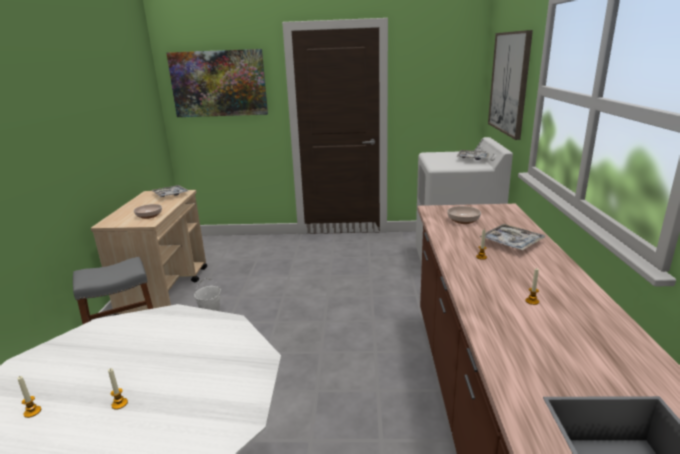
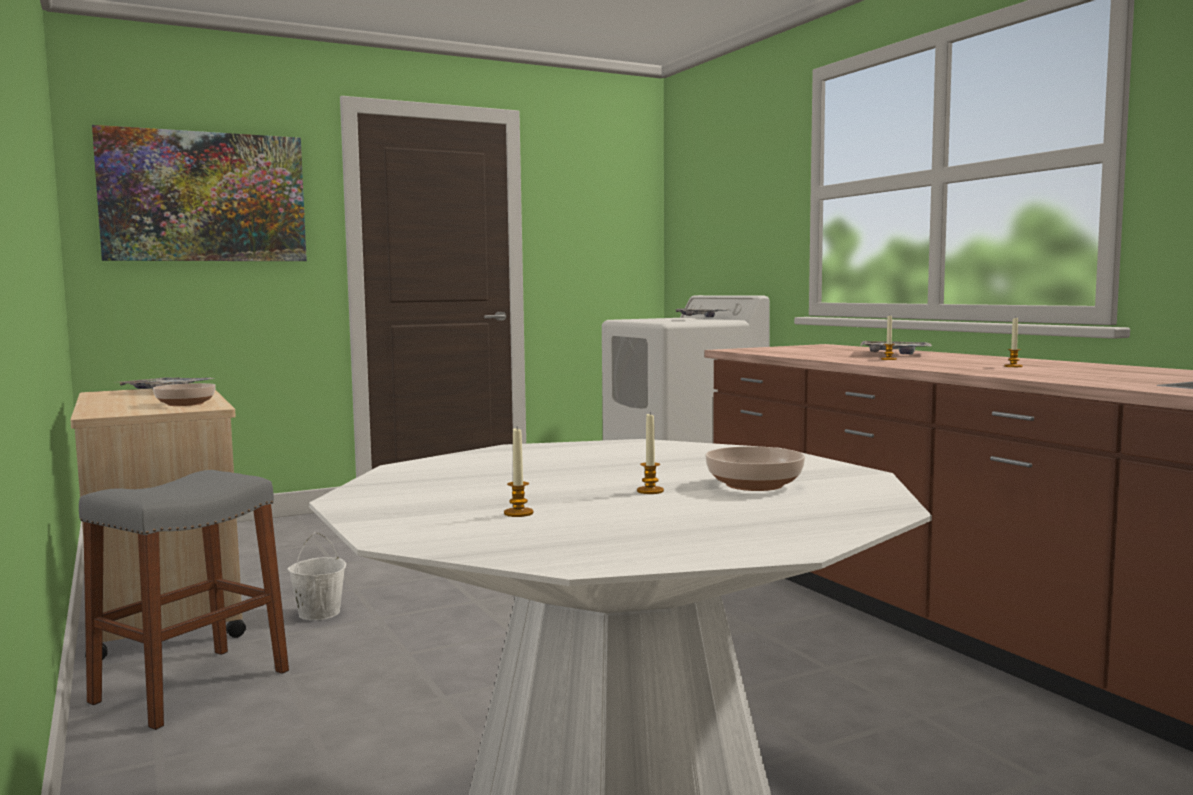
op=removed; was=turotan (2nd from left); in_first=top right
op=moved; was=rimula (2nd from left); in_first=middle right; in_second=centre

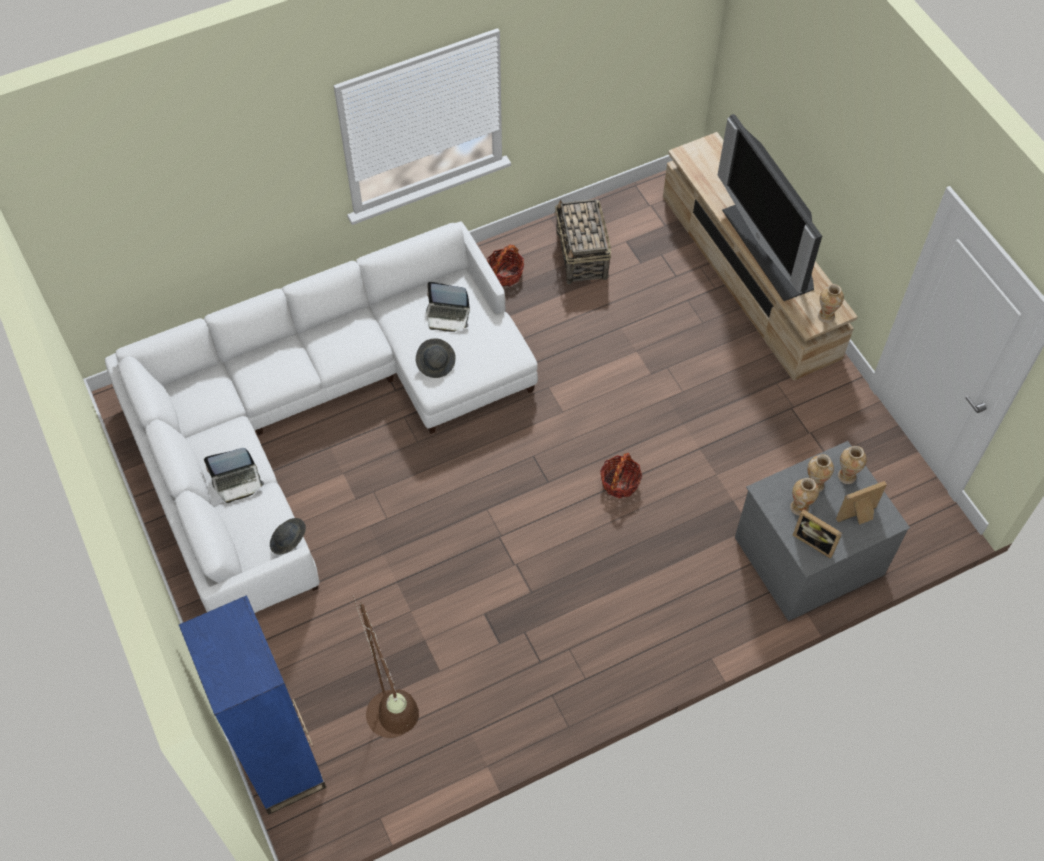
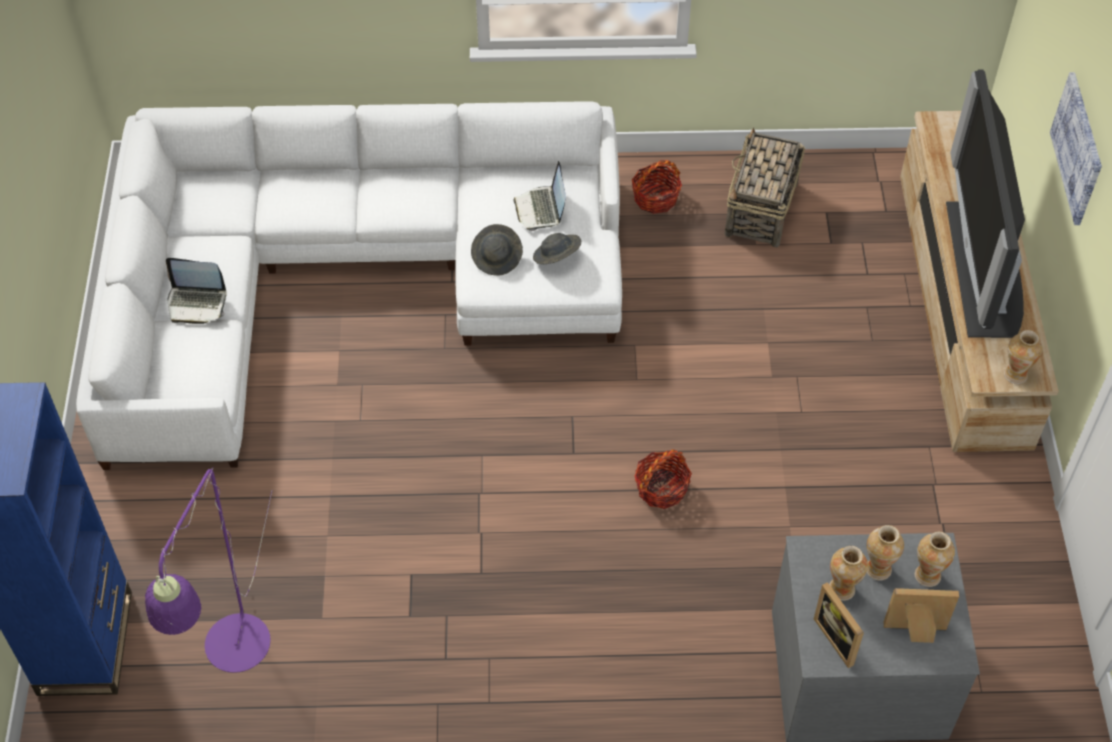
op=turned; was=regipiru (2nd from left); in_first=centre; in_second=top centre; clockwise=45
op=moved; was=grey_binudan (1st from left in the first image); now=grey_binudan (2nd from left); in_first=middle left; in_second=centre
op=recoloured; was=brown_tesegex; now=purple_tesegex; in_first=bottom centre; in_second=bottom left
op=added; now=turotan; in_second=top right

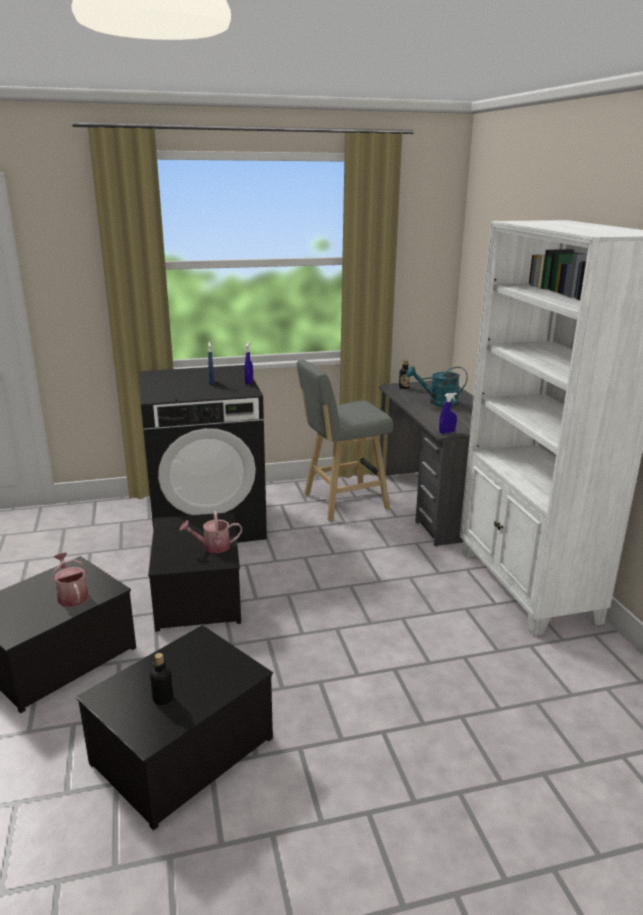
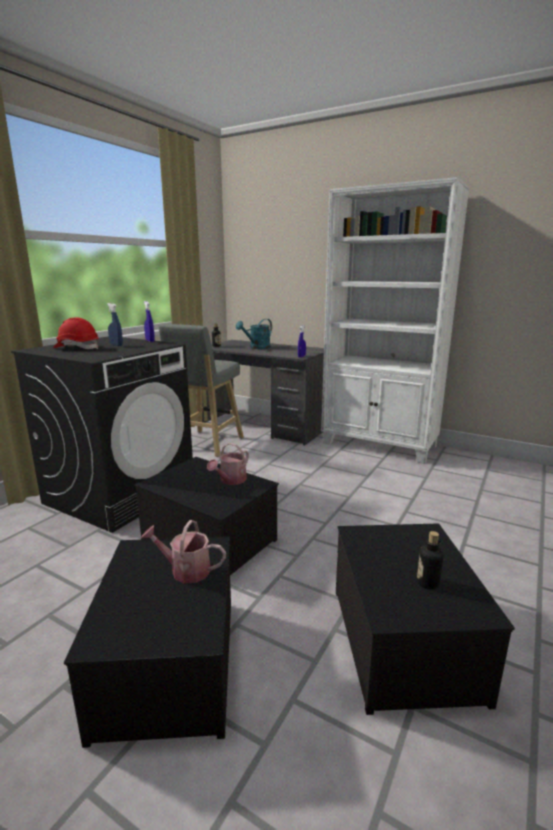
op=added; now=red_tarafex; in_second=middle left

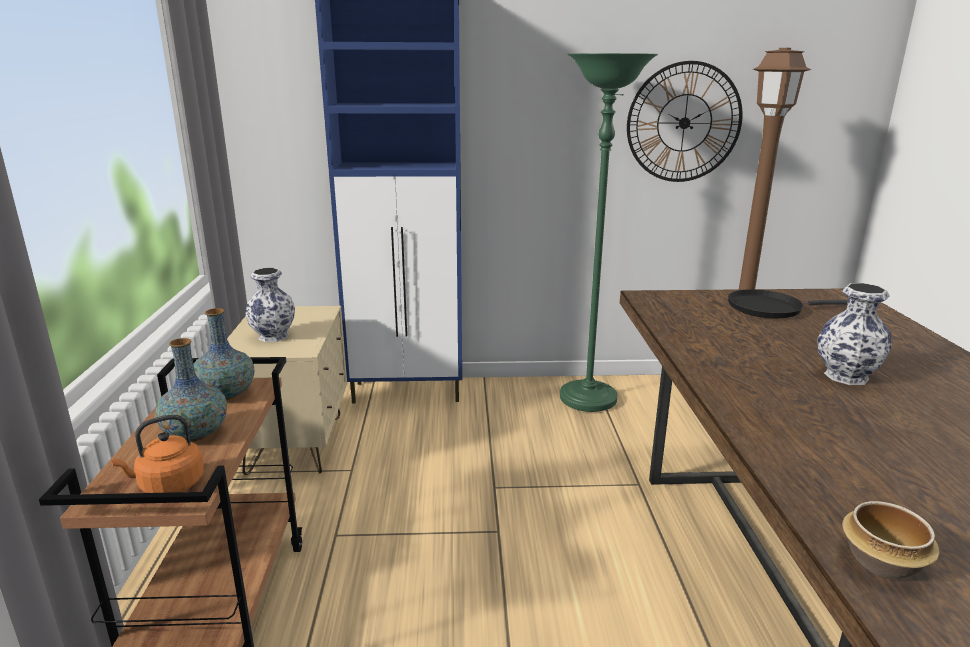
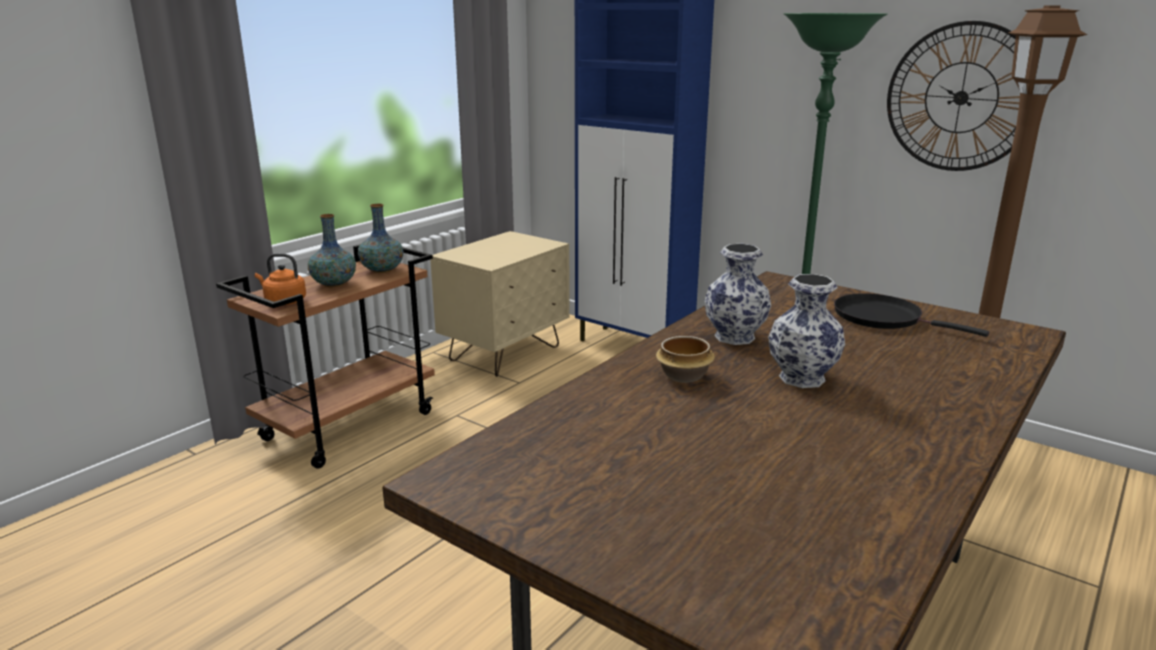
op=moved; was=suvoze (3rd from left); in_first=middle left; in_second=centre
op=moved; was=rimula; in_first=bottom right; in_second=centre

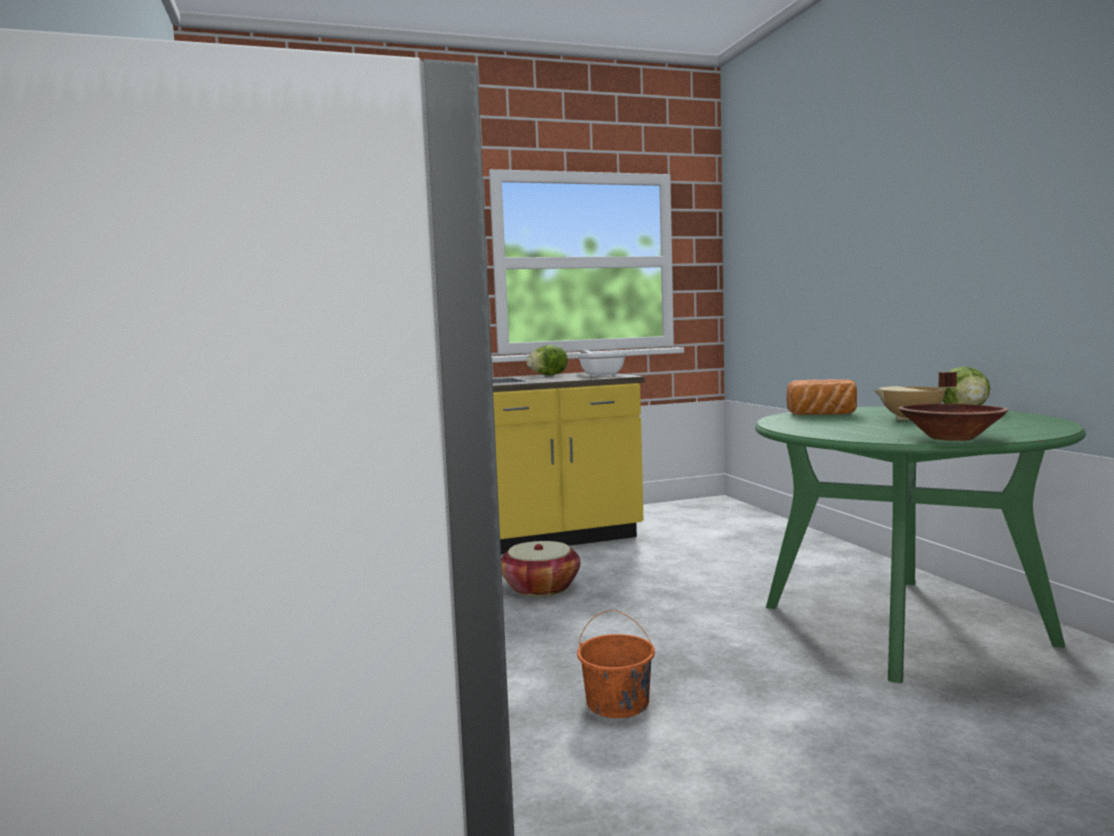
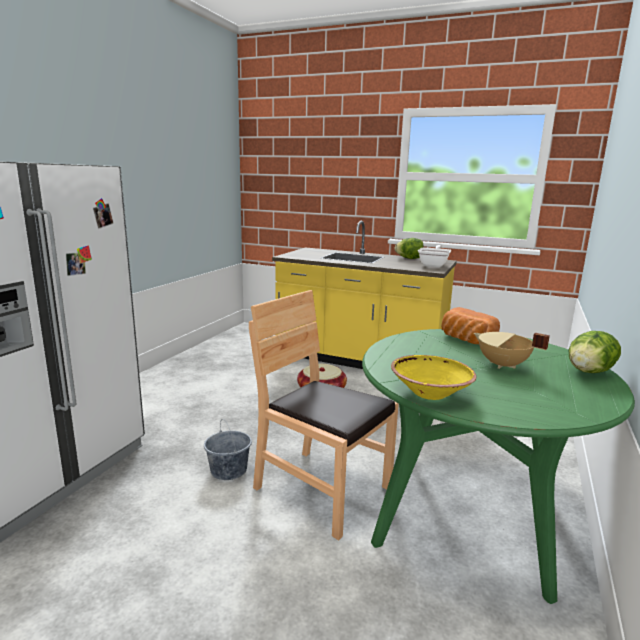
op=recoloured; was=brown_rimula; now=yellow_rimula; in_first=middle right; in_second=middle right
op=recoloured; was=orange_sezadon; now=grey_sezadon; in_first=bottom centre; in_second=bottom centre
op=added; now=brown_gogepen; in_second=centre

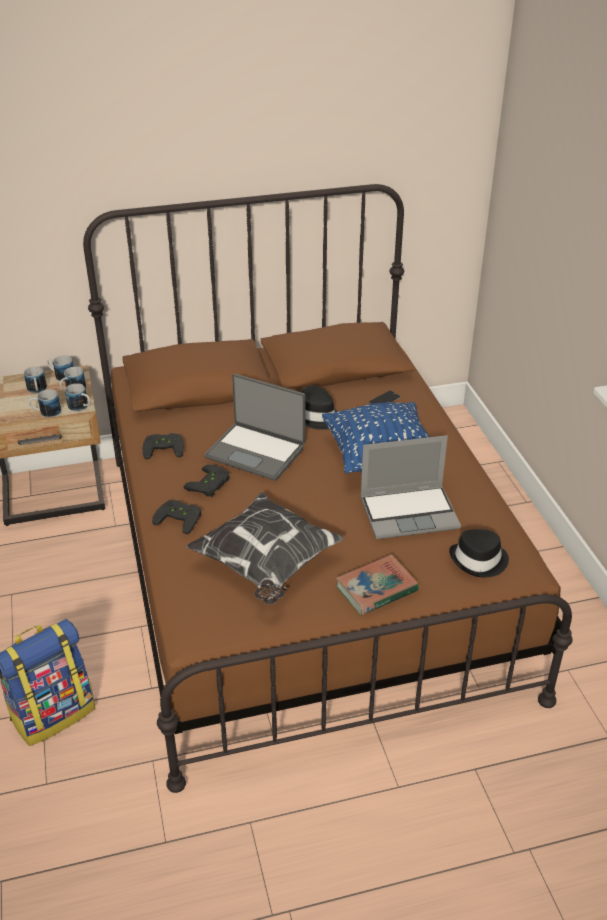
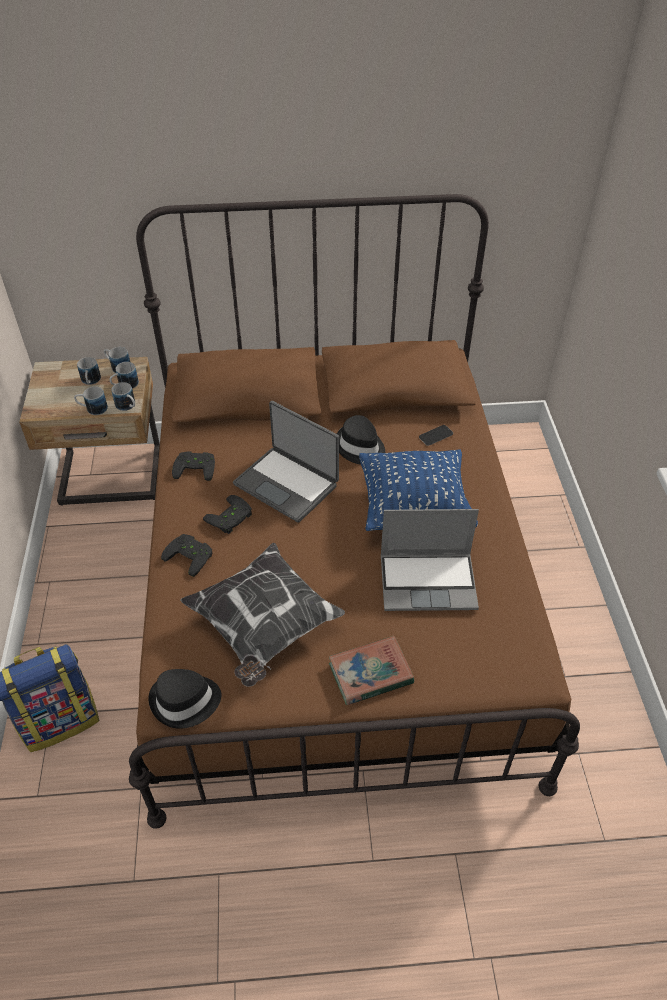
op=moved; was=black_binudan (2nd from left in the first image); now=black_binudan (1st from left); in_first=middle right; in_second=bottom left

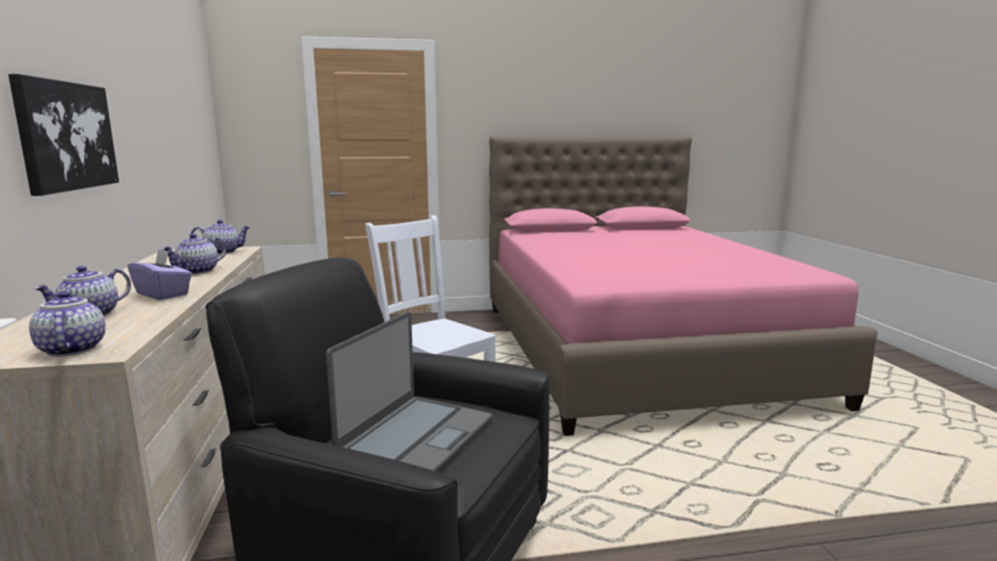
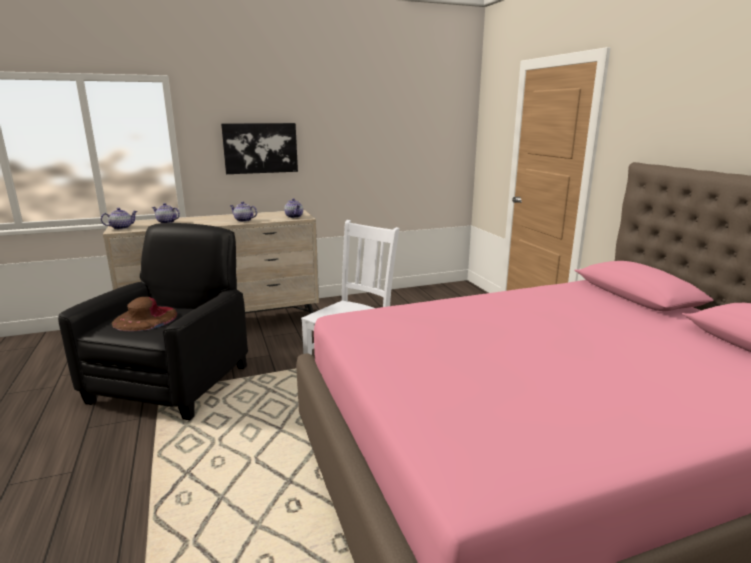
op=removed; was=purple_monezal; in_first=middle left
op=replaced; was=regipiru; now=brown_binudan; in_first=bottom centre; in_second=middle left

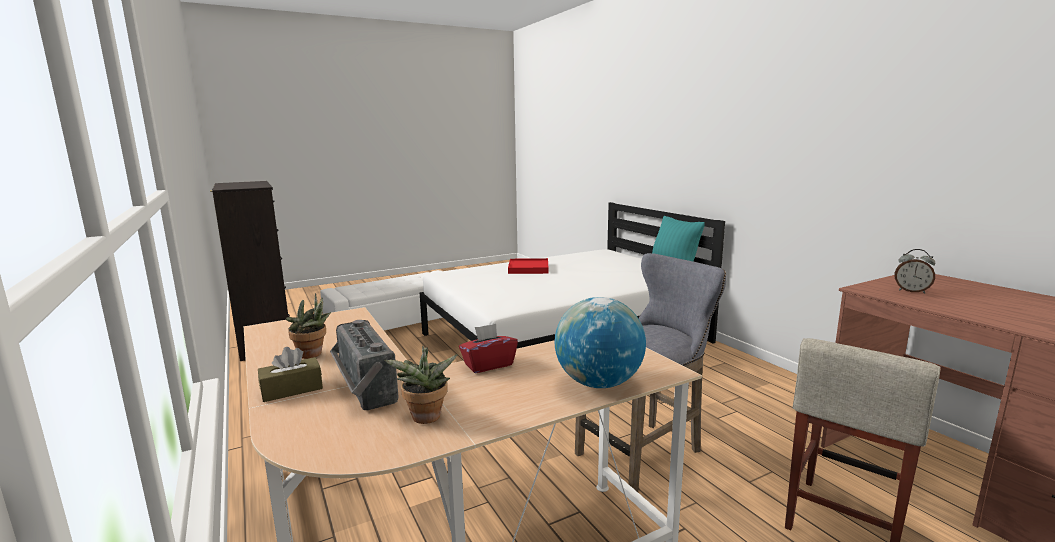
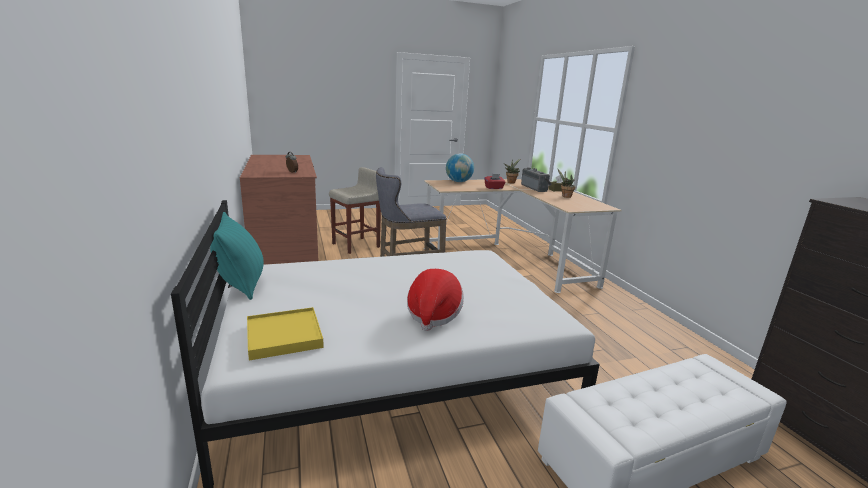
op=replaced; was=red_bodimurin; now=binudan; in_first=centre; in_second=centre
op=added; now=yellow_bodimurin; in_second=bottom left

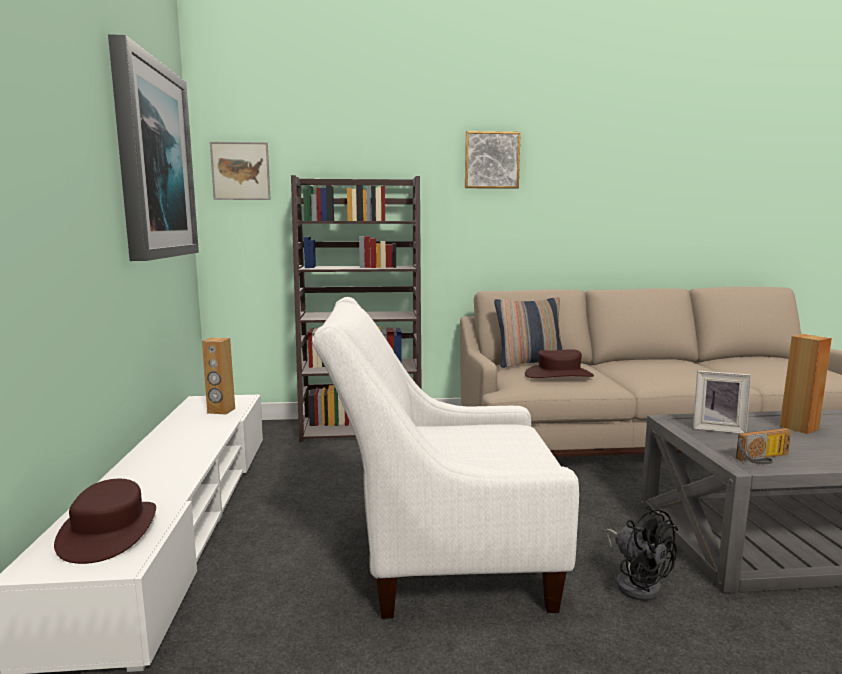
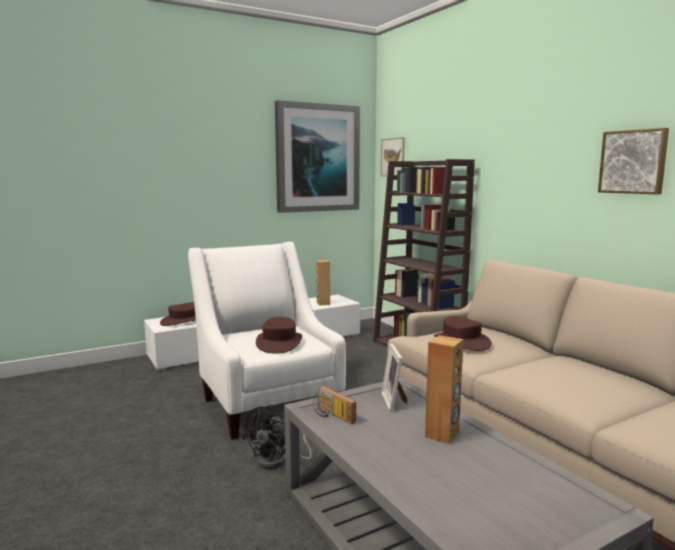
op=moved; was=turotan (3rd from left); in_first=top centre; in_second=top right
op=removed; was=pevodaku; in_first=centre
op=added; now=brown_binudan (2nd from left); in_second=centre

